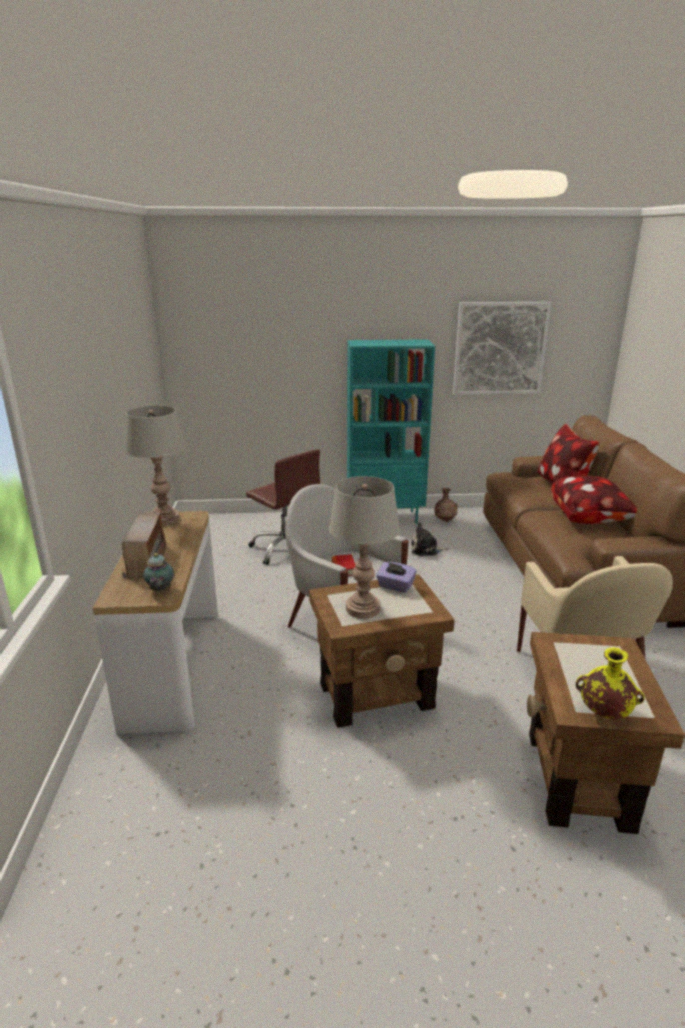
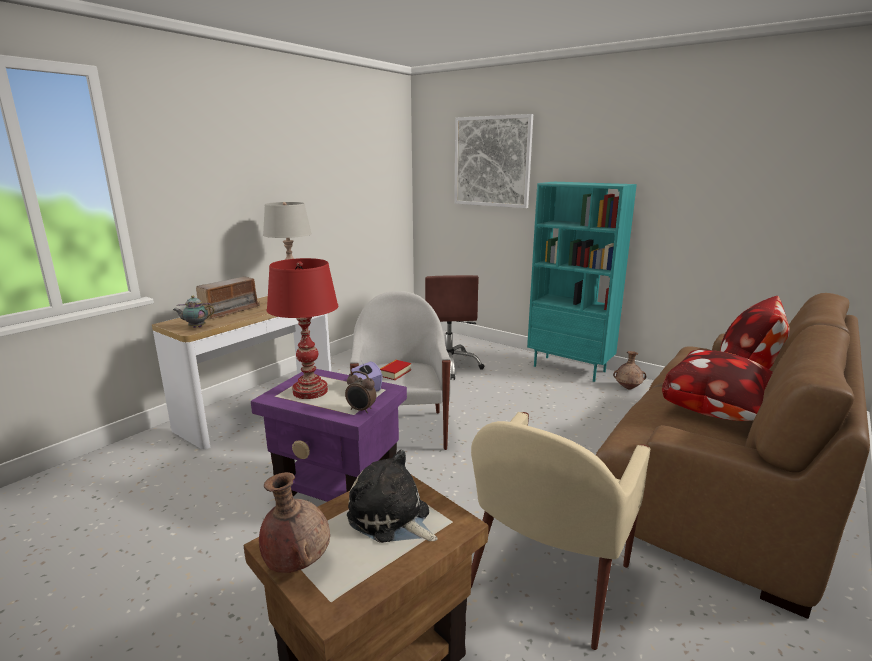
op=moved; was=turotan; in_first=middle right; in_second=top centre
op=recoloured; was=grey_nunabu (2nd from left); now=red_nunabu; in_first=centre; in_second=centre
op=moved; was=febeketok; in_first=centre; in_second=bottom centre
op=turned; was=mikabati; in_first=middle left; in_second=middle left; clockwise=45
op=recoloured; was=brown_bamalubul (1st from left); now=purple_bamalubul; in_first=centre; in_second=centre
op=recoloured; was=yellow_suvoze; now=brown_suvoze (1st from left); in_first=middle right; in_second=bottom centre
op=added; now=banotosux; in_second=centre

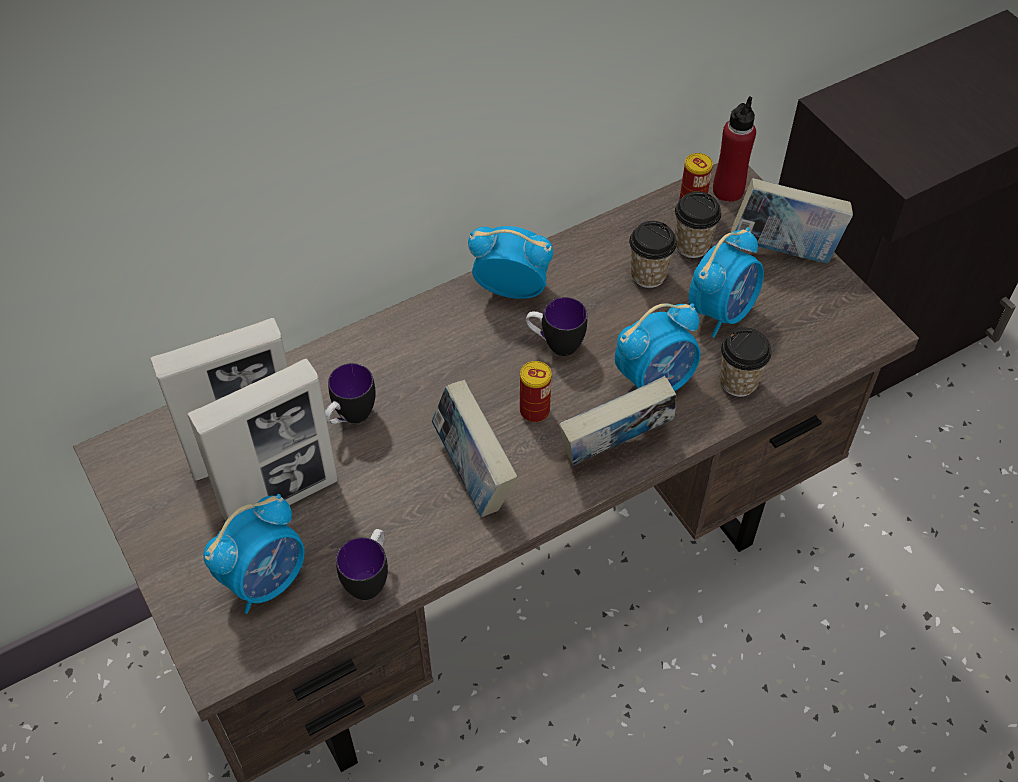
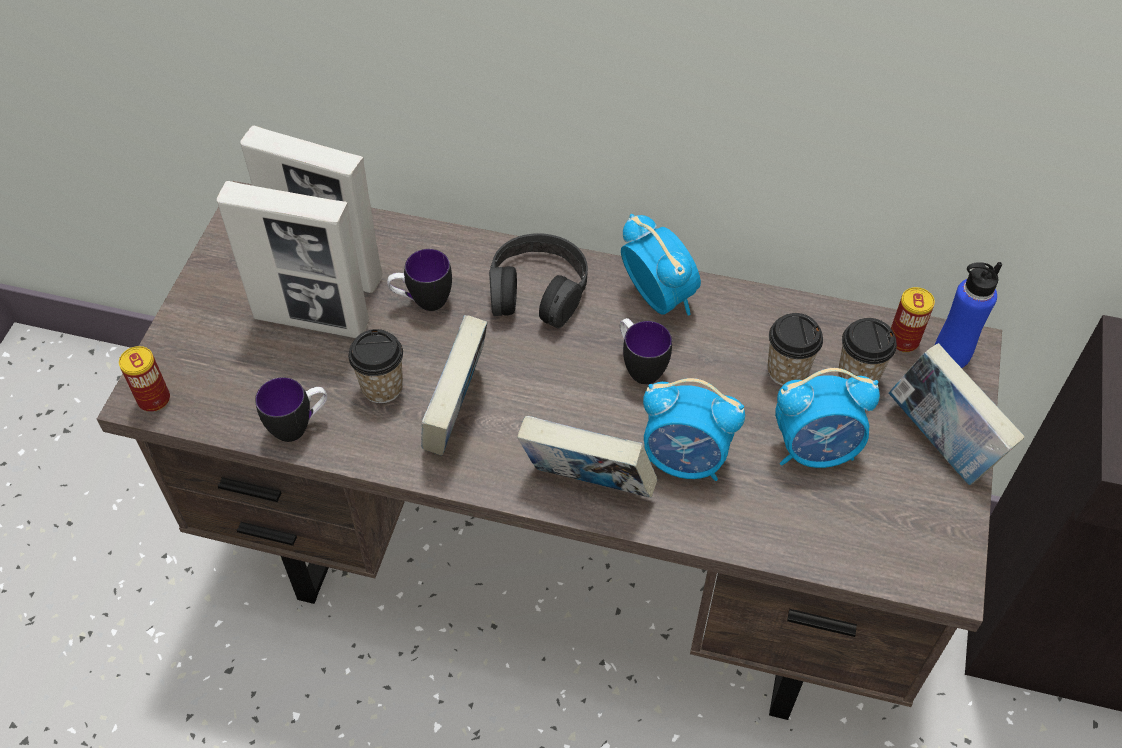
op=recoloured; was=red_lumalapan; now=blue_lumalapan; in_first=top right; in_second=middle right
op=moved; was=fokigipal (3rd from left in the first image); now=fokigipal (1st from left); in_first=middle right; in_second=centre
op=moved; was=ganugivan (1st from left); in_first=centre; in_second=middle left
op=removed; was=banotosux (1st from left); in_first=bottom left
op=added; now=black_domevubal; in_second=centre

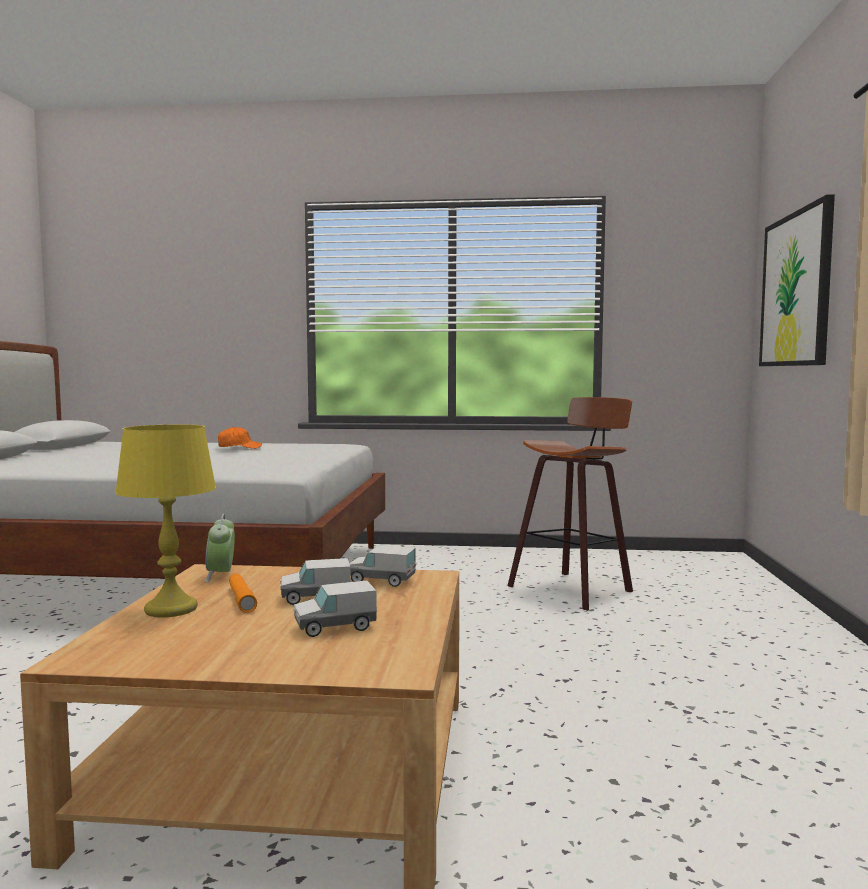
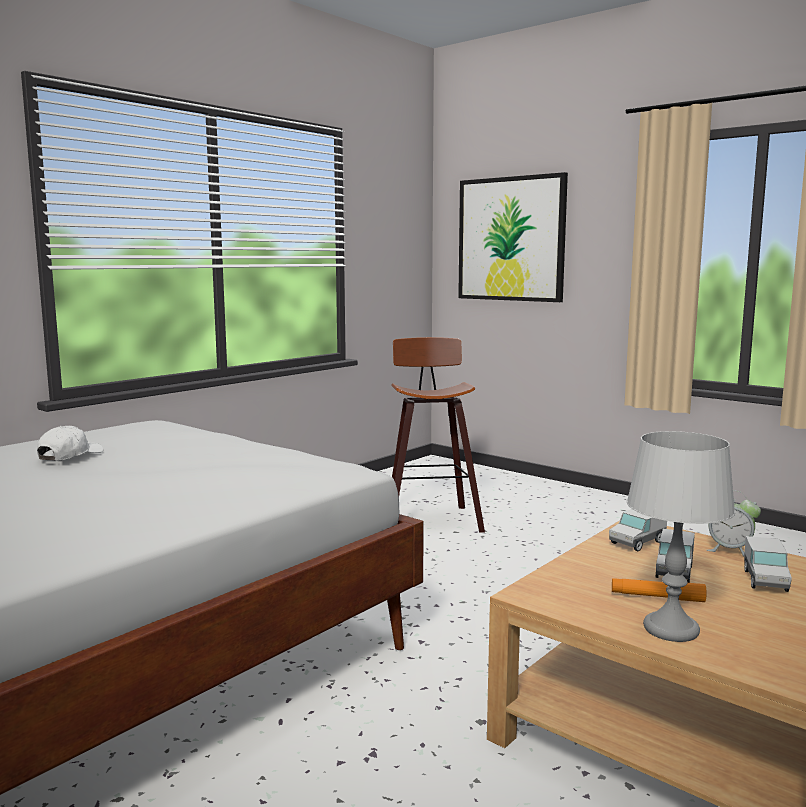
op=recoloured; was=yellow_nunabu; now=grey_nunabu; in_first=middle left; in_second=middle right
op=recoloured; was=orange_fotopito; now=white_fotopito; in_first=middle left; in_second=middle left
op=moved; was=banotosux; in_first=middle left; in_second=middle right

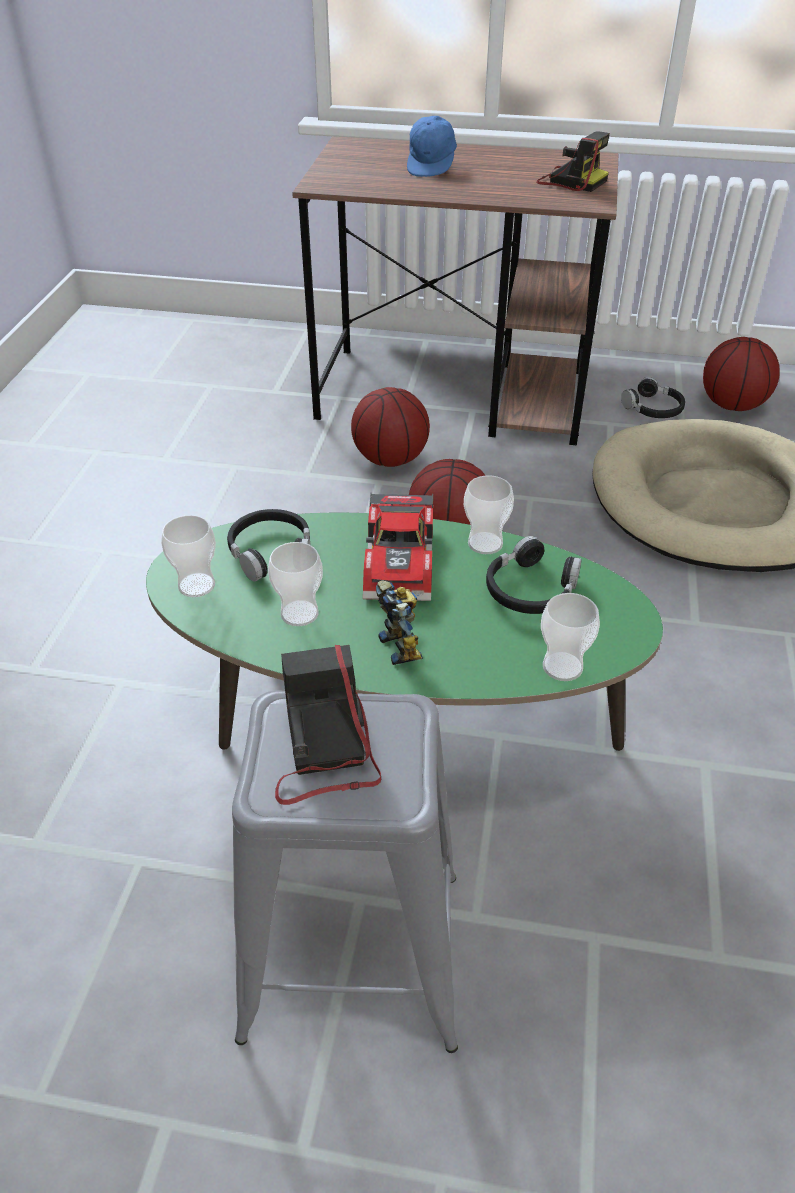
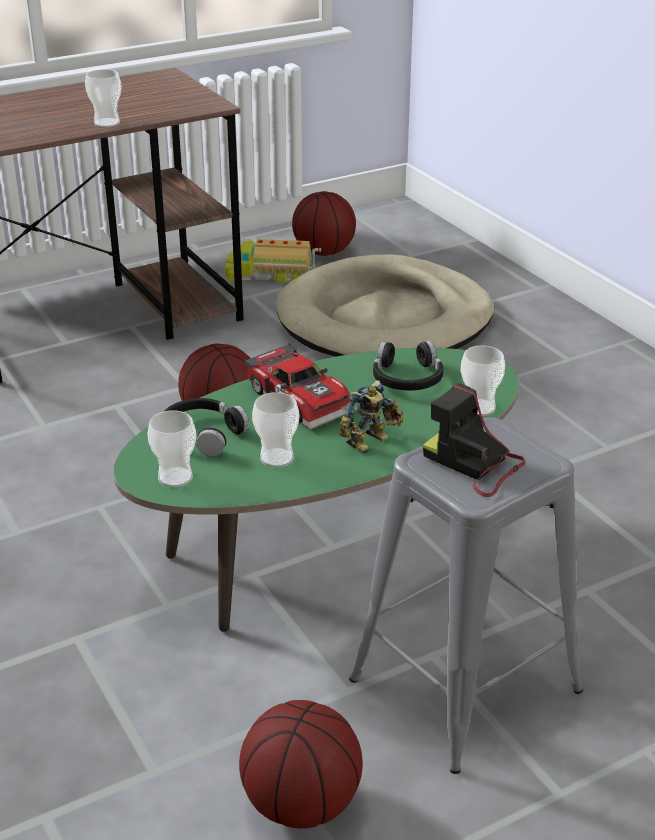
op=removed; was=blue_fotopito; in_first=top centre
op=removed; was=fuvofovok (2nd from left); in_first=top right
op=replaced; was=black_domevubal (3rd from left); now=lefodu; in_first=top right; in_second=top centre
op=moved; was=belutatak (1st from left in the first image); now=belutatak (2nd from left); in_first=centre; in_second=bottom centre
op=moved; was=fokigipal (3rd from left in the first image); now=fokigipal (1st from left); in_first=centre; in_second=top left
op=turned; was=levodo; in_first=centre; in_second=centre; clockwise=105

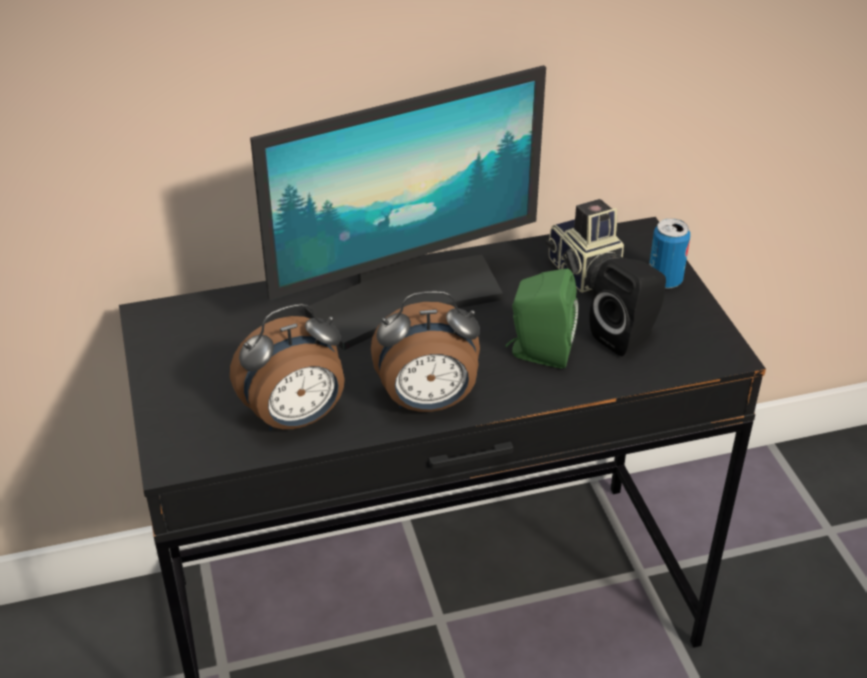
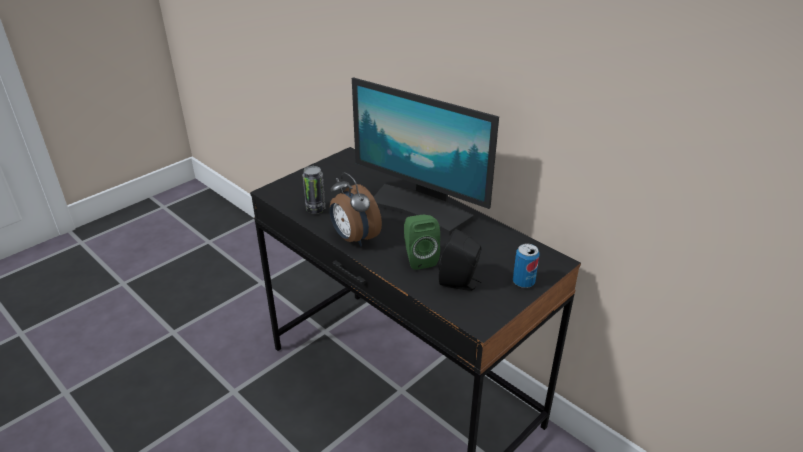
op=removed; was=fuvofovok; in_first=middle right
op=replaced; was=banotosux (1st from left); now=ganugivan (1st from left); in_first=middle left; in_second=centre

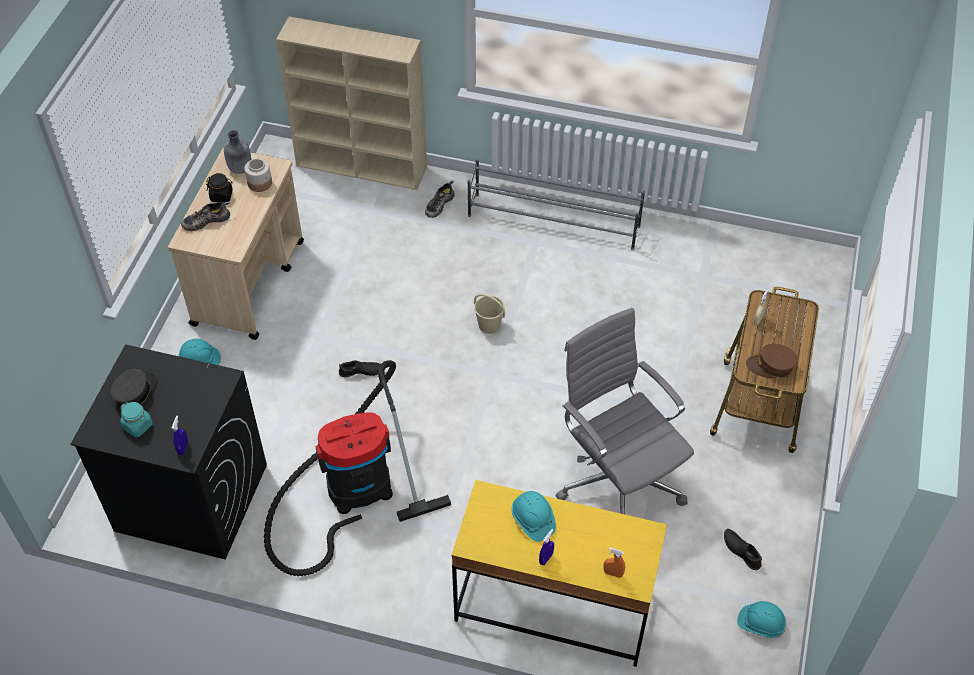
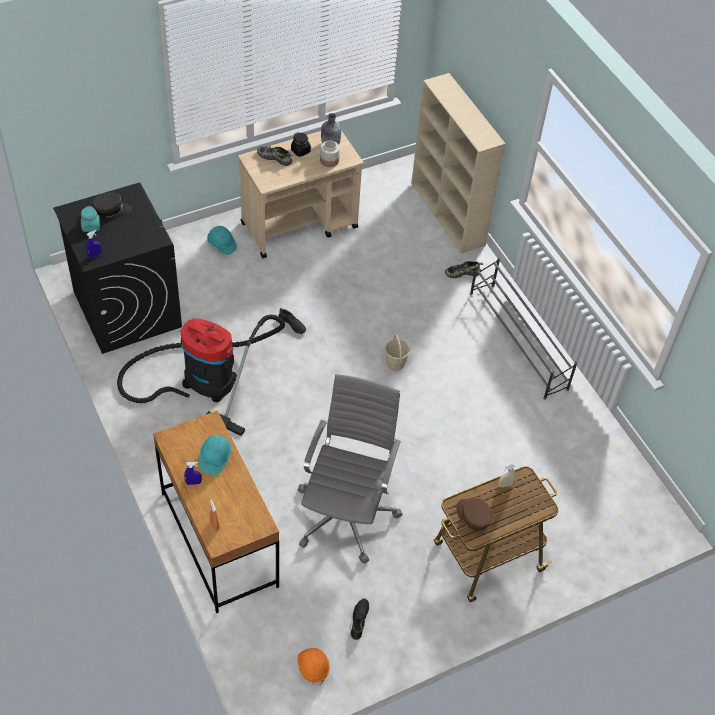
op=recoloured; was=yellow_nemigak; now=brown_nemigak; in_first=bottom centre; in_second=bottom left
op=recoloured; was=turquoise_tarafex (3rd from left); now=orange_tarafex; in_first=bottom right; in_second=bottom centre

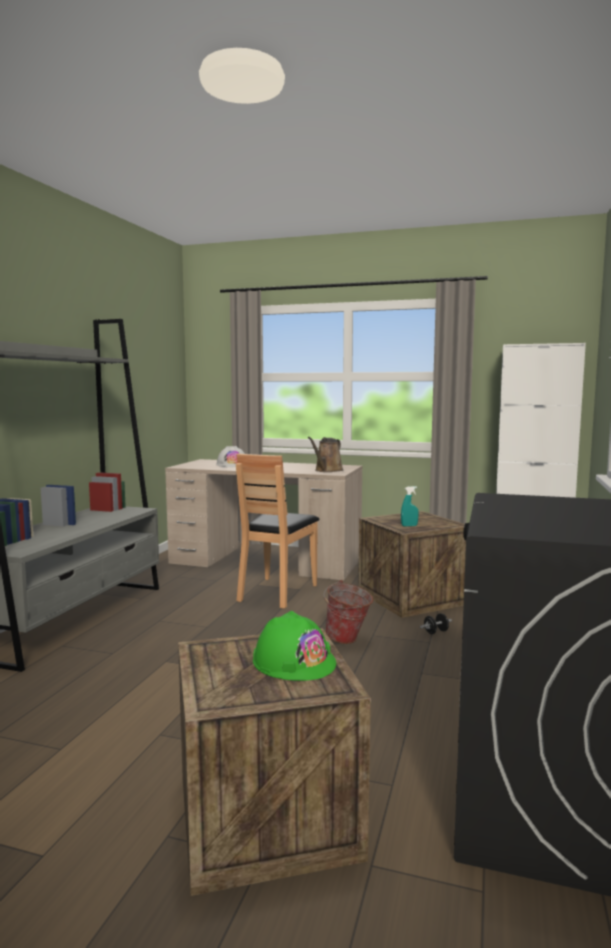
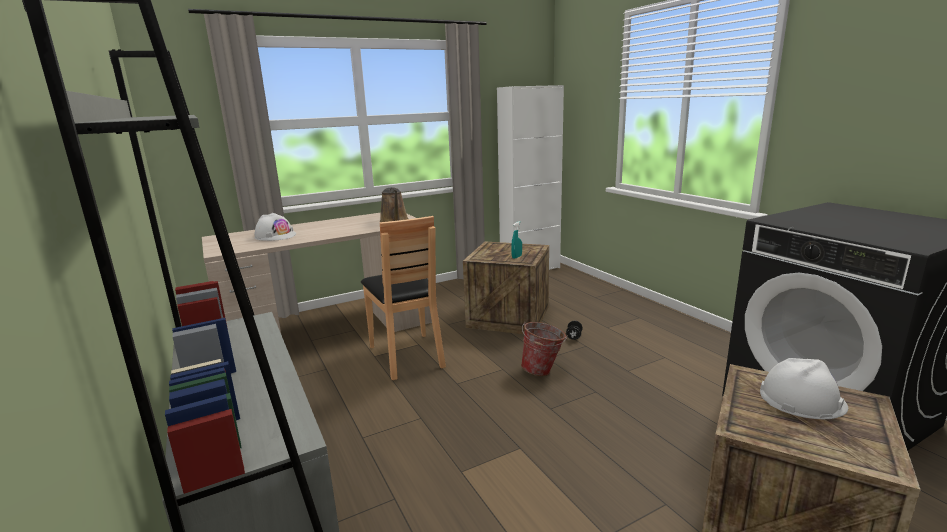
op=recoloured; was=green_tarafex; now=white_tarafex (2nd from left); in_first=bottom centre; in_second=bottom right

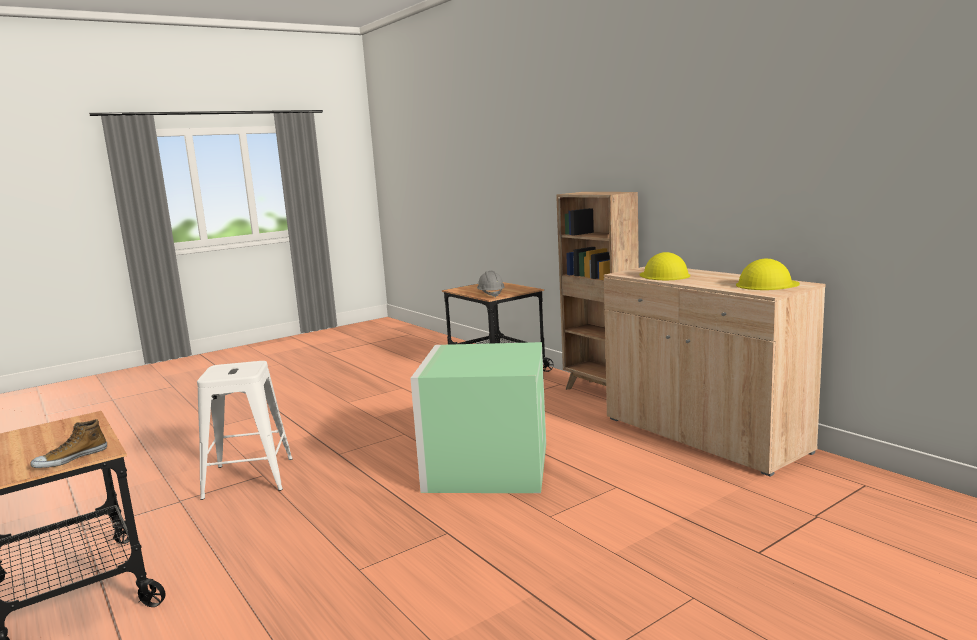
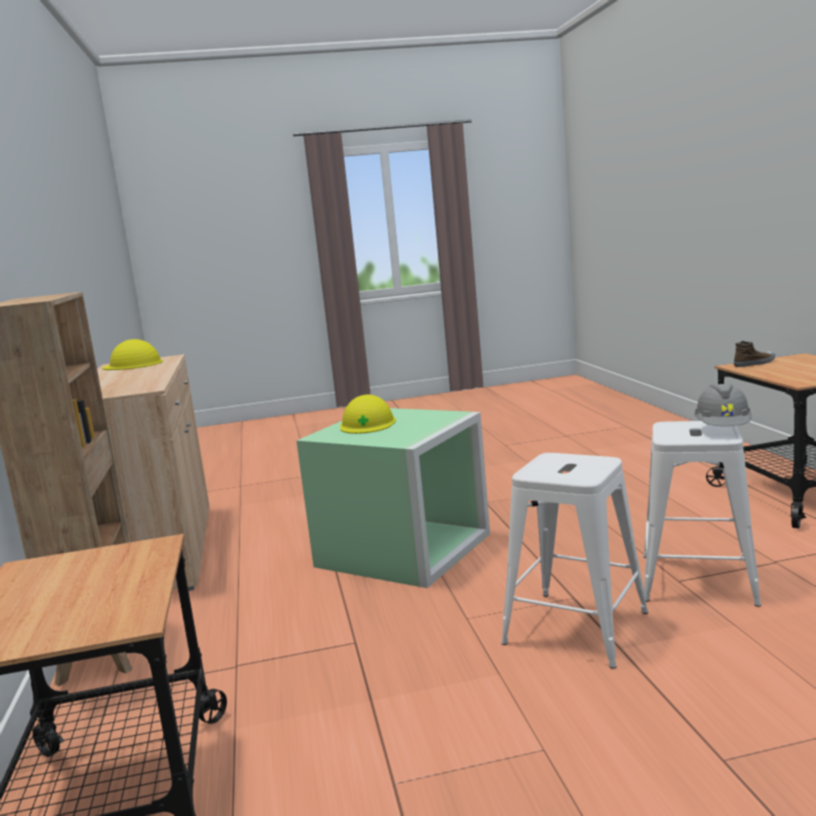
op=moved; was=yellow_tarafex (1st from left in the first image); now=yellow_tarafex (2nd from left); in_first=middle right; in_second=centre
op=moved; was=grey_tarafex; in_first=centre; in_second=middle right
op=added; now=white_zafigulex (1st from left); in_second=bottom right

